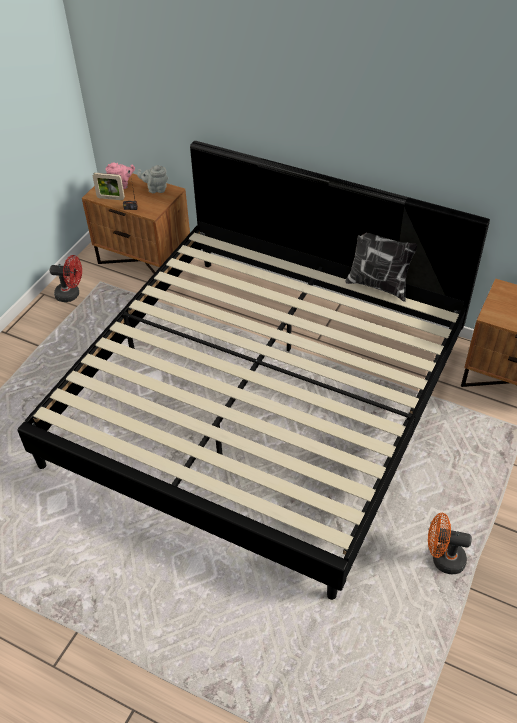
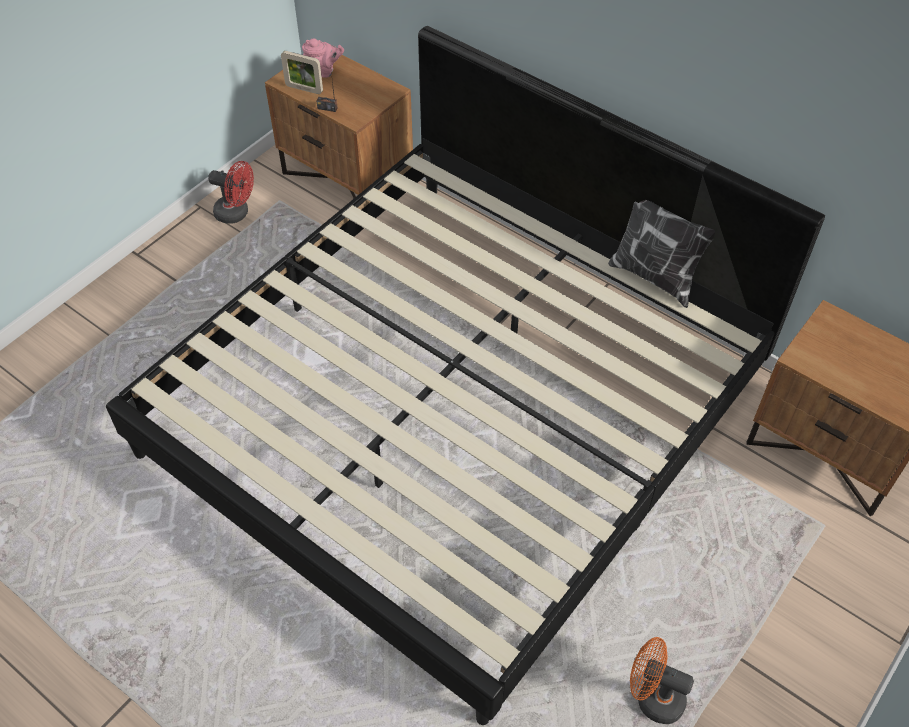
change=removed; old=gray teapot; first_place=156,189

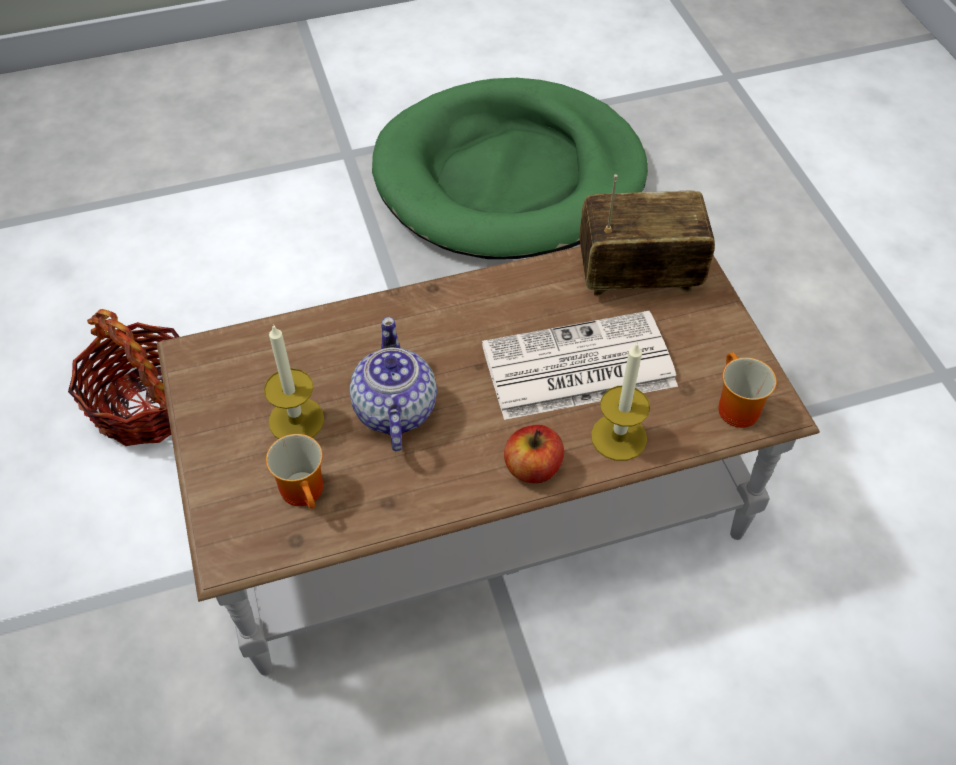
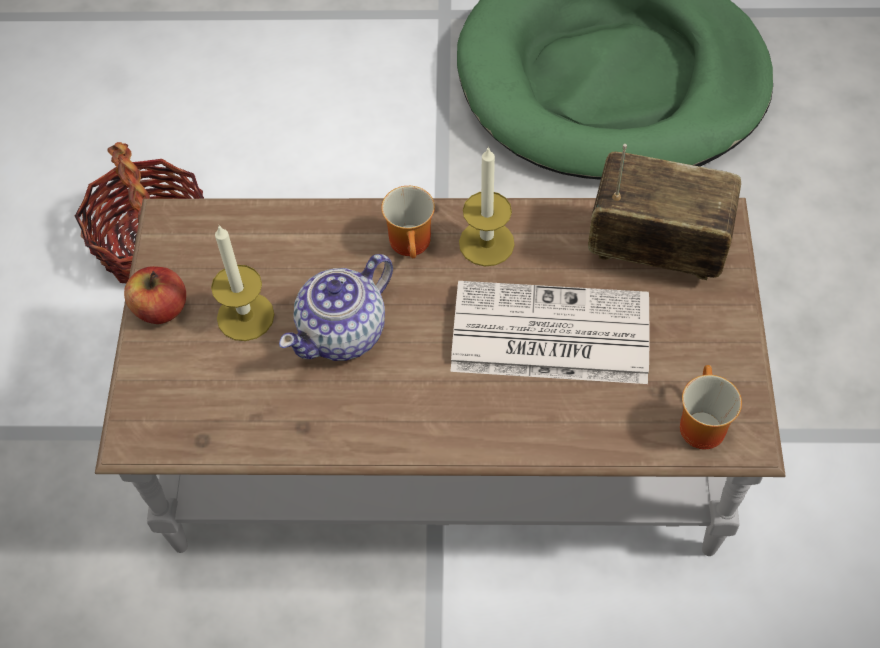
change=moved; old=whole apple; first_place=533,468; second_place=161,309
change=turned; old=teapot; first_place=394,410; second_place=344,332; degrees=-150
change=moved; old=coffee mug; first_place=307,491; second_place=414,244
change=moved; old=candle; first_place=618,437; second_place=486,243

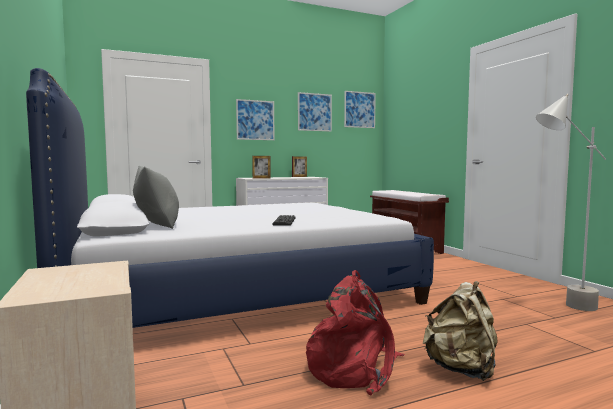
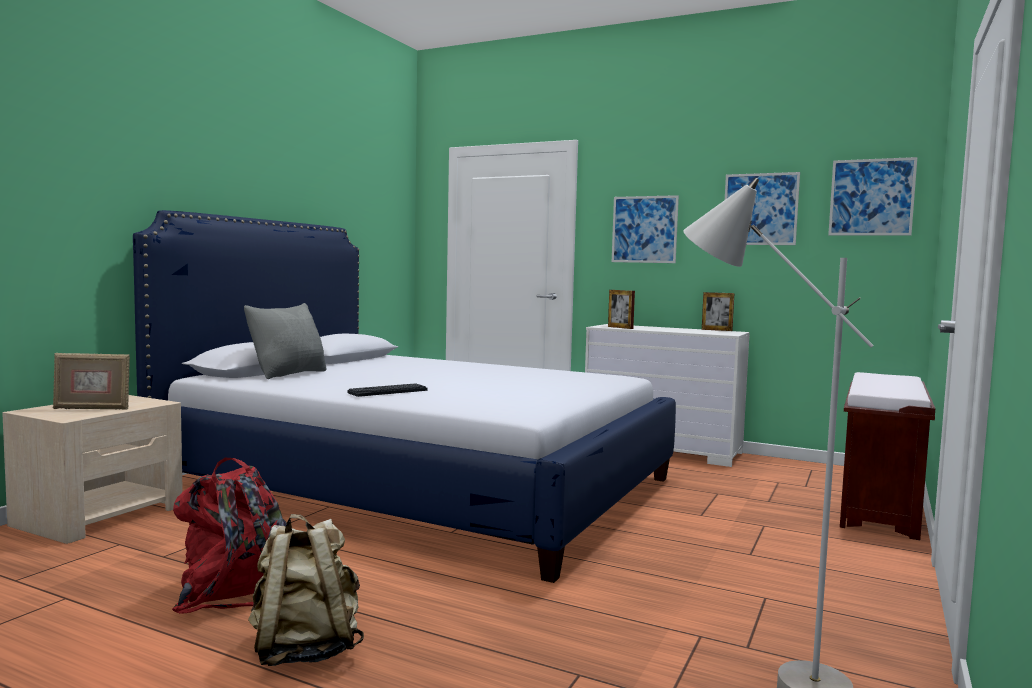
change=added; new=picture frame; second_place=92,408

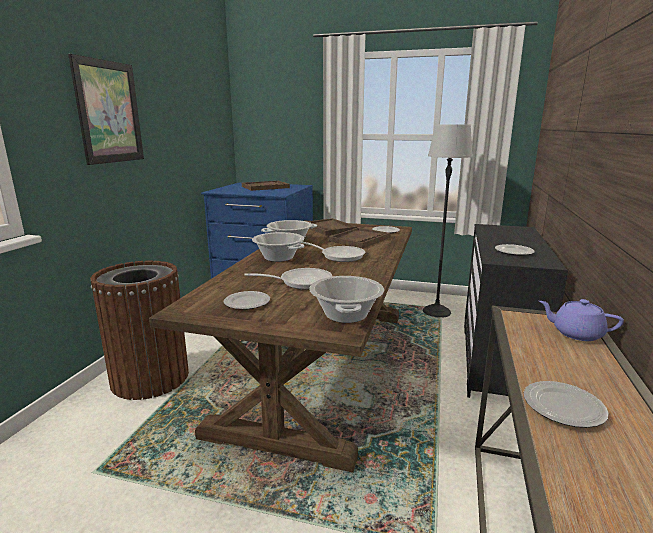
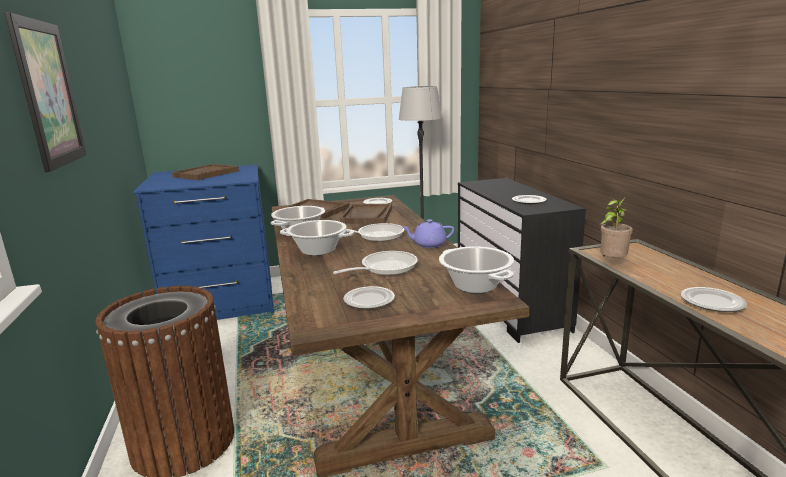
change=moved; old=purple teapot; first_place=576,333; second_place=428,244
change=added; new=potted plant; second_place=612,262

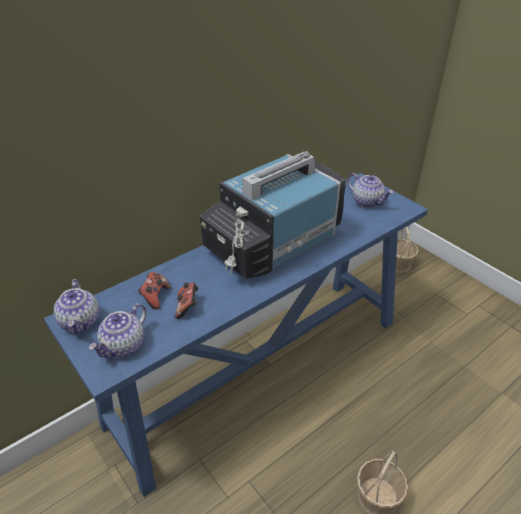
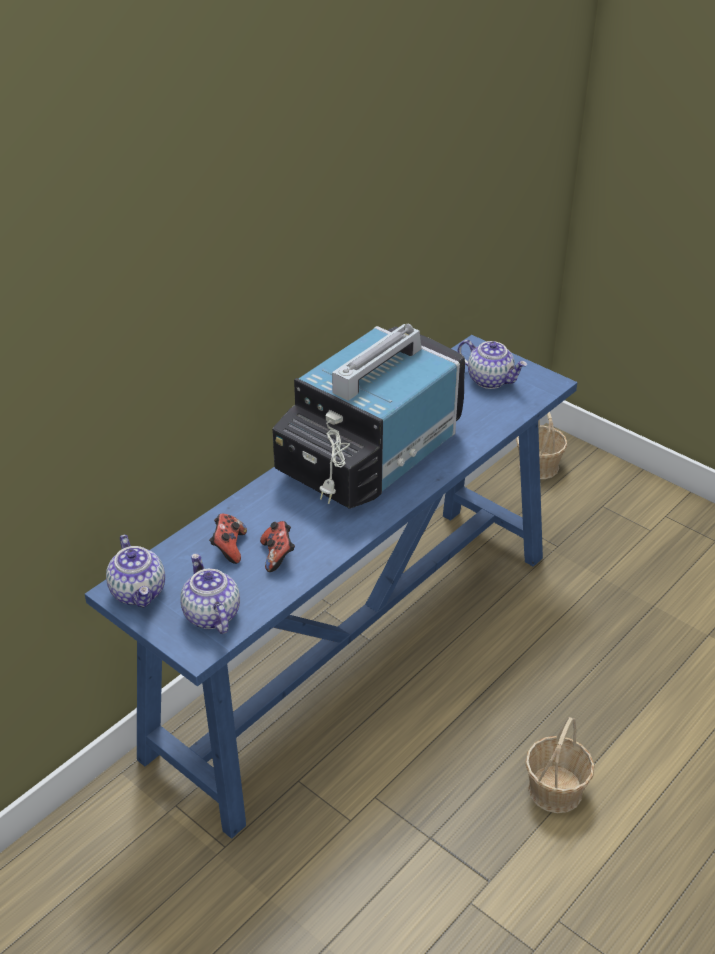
change=turned; old=teapot; first_place=123,346; second_place=210,614; degrees=135

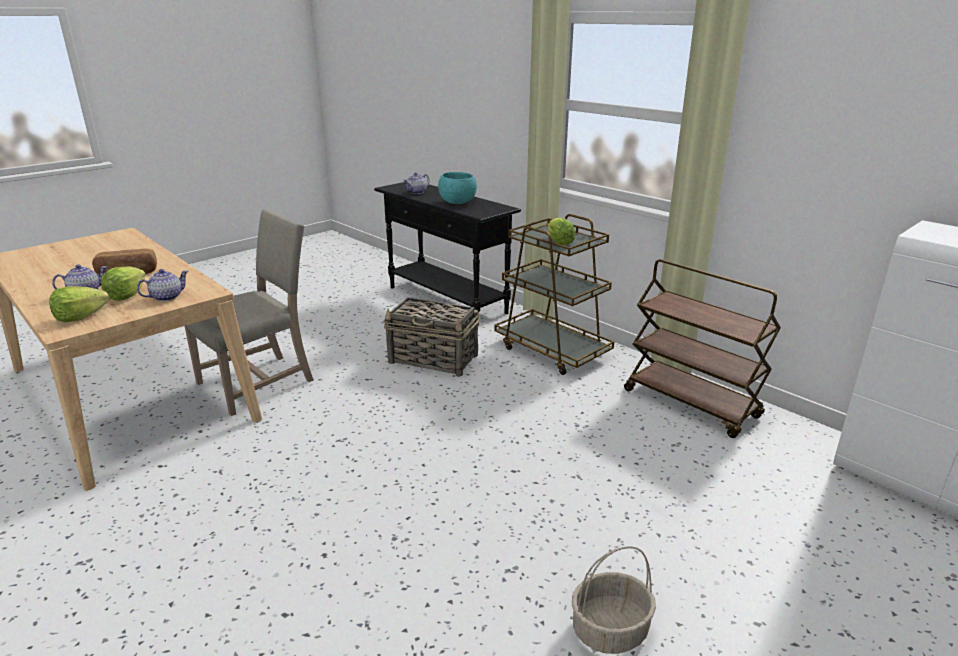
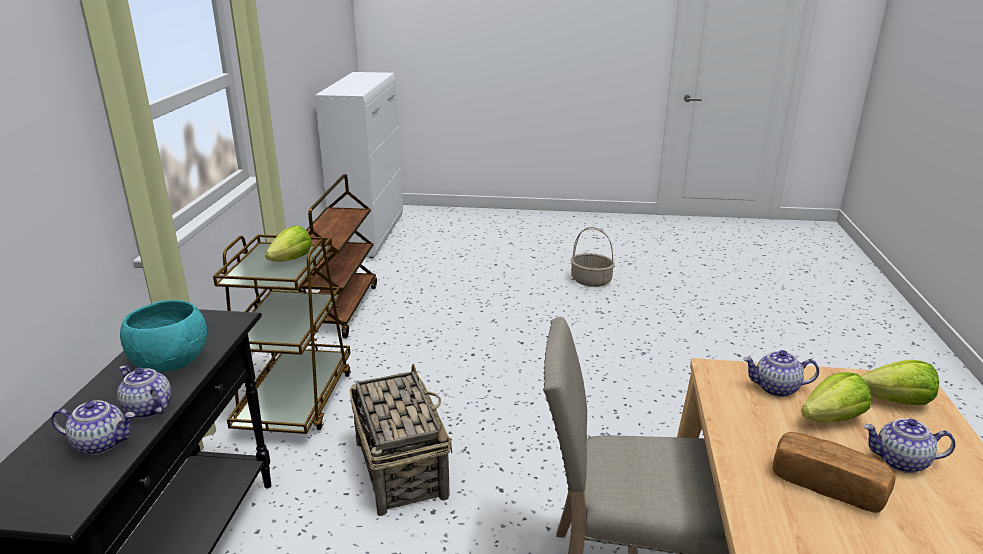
change=added; new=teapot; second_place=147,409

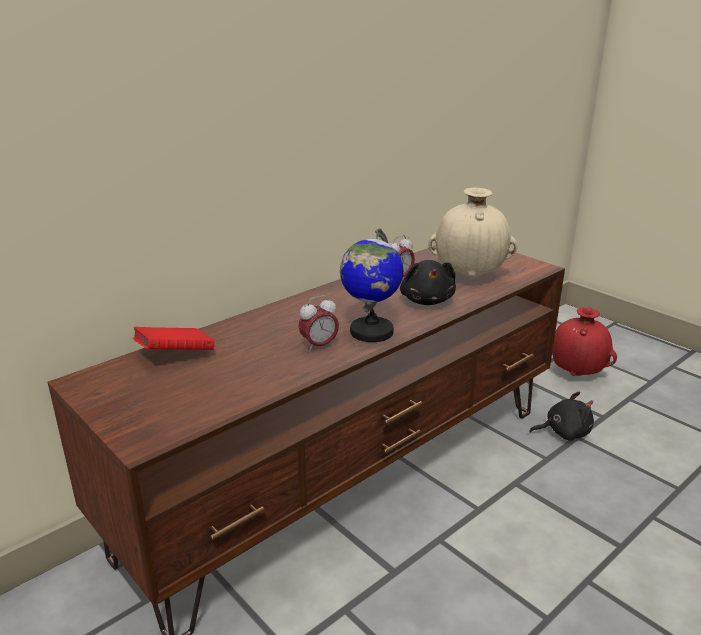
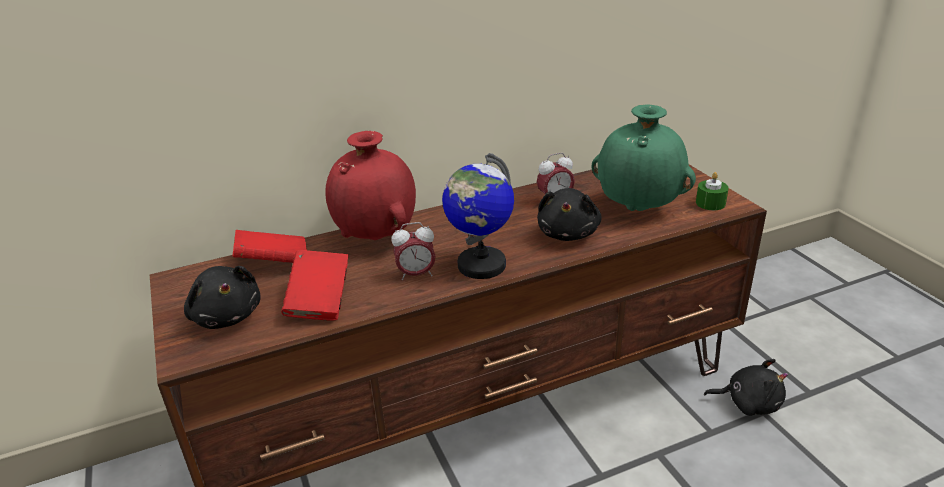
change=added; new=black-coloured plush toy; second_place=227,316
change=added; new=reddish book; second_place=320,301
change=moved; old=reddish vase; first_place=577,374; second_place=377,237
change=recoloured; old=beige vase; new=green vase; first_place=470,277; second_place=639,208
change=added; new=green candle; second_place=710,203

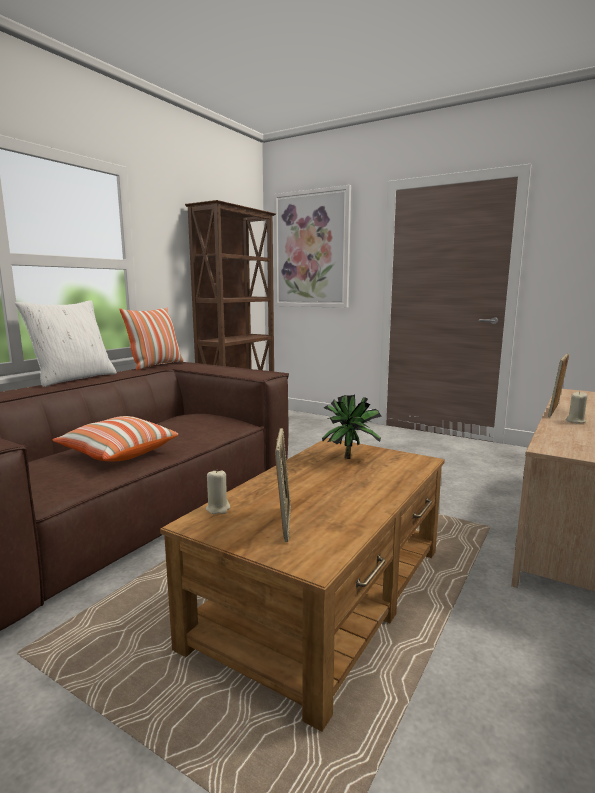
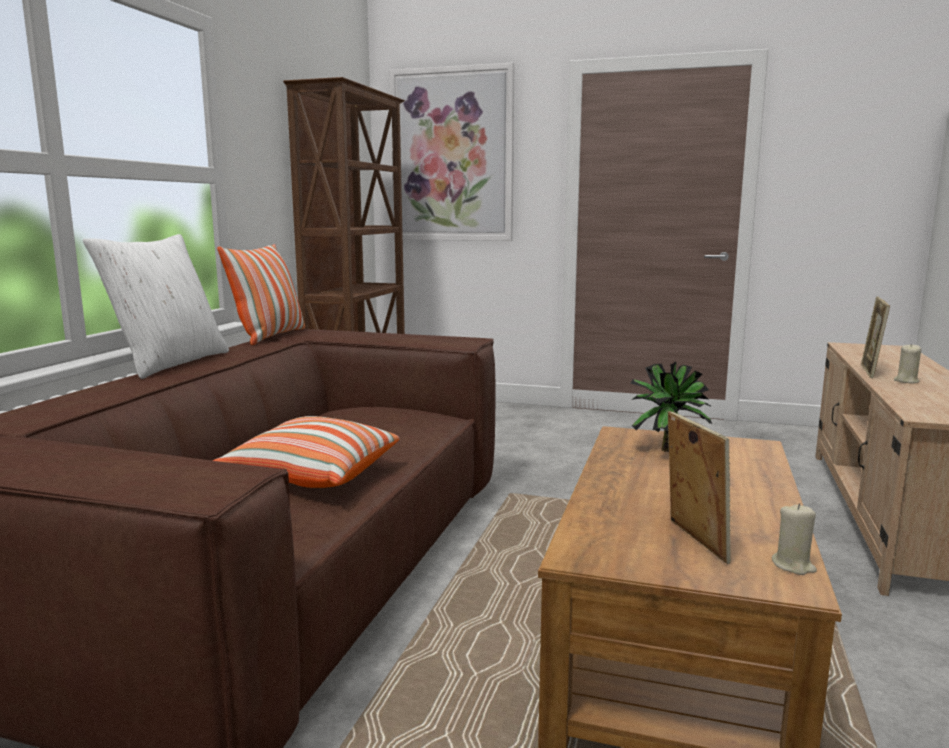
change=moved; old=beige candle; first_place=218,508; second_place=793,565

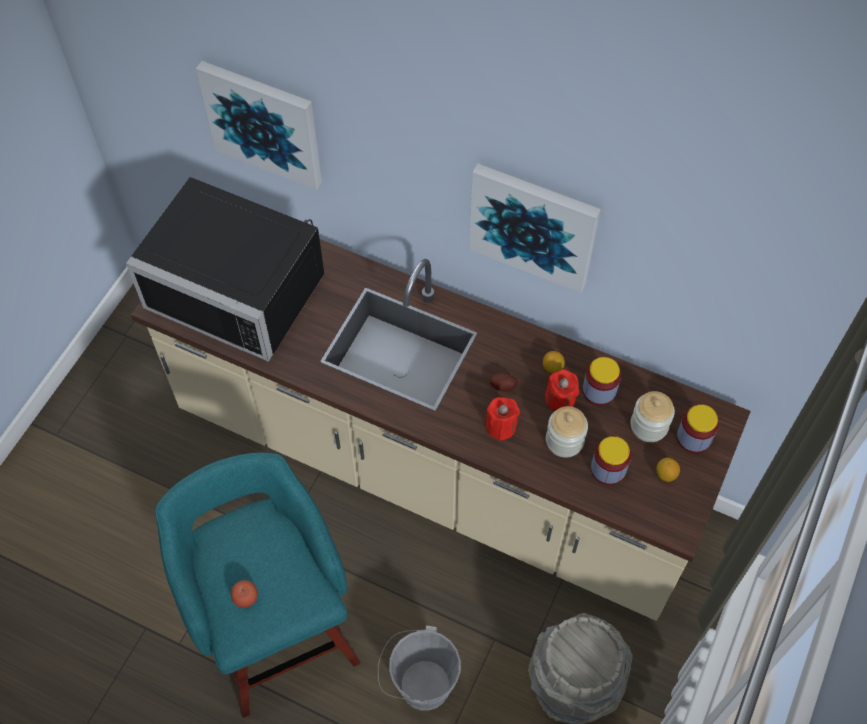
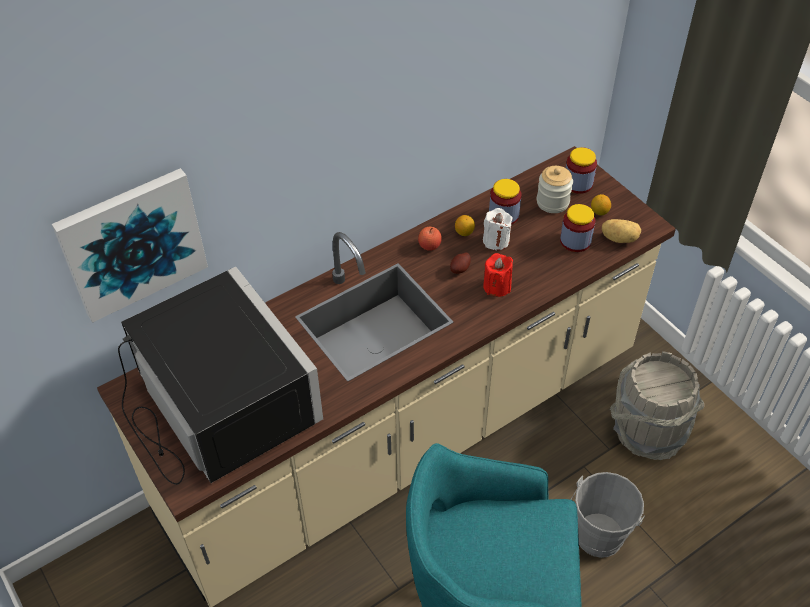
change=turned; old=black-coloured microwave; first_place=243,284; second_place=217,405; degrees=-90
change=moved; old=whole apple; first_place=246,597; second_place=429,245
change=recoloured; old=reddish candle; new=white candle; first_place=560,399; second_place=496,241
change=added; new=potato; second_place=619,238
change=removed; old=wall picture; first_place=533,226
change=removed; old=storage jar; first_place=564,441

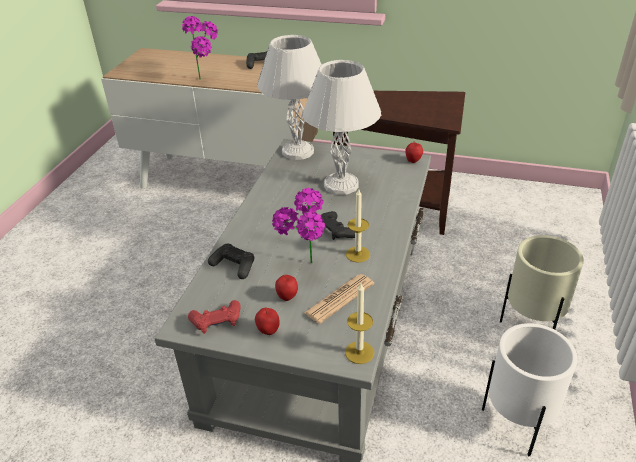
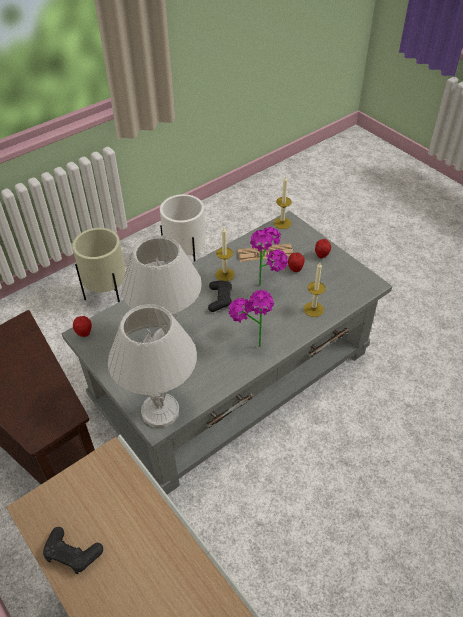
change=moved; old=potted plant; first_place=208,79; second_place=252,341
change=replaced; old=black-coloured gamepad; new=candle; first_place=234,266; second_place=313,309
change=removed; old=reddish gamepad; first_place=217,322

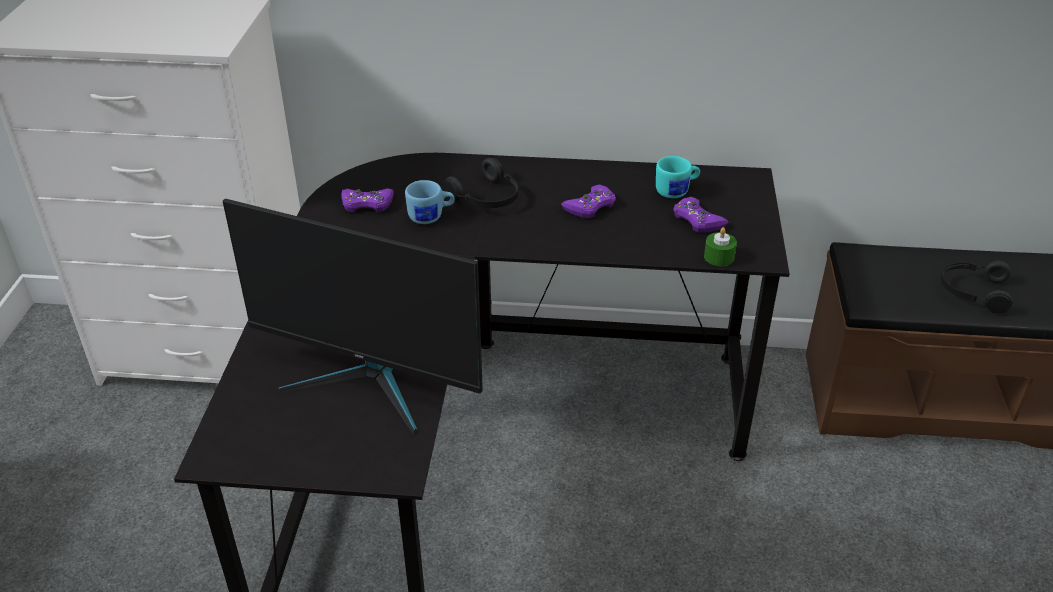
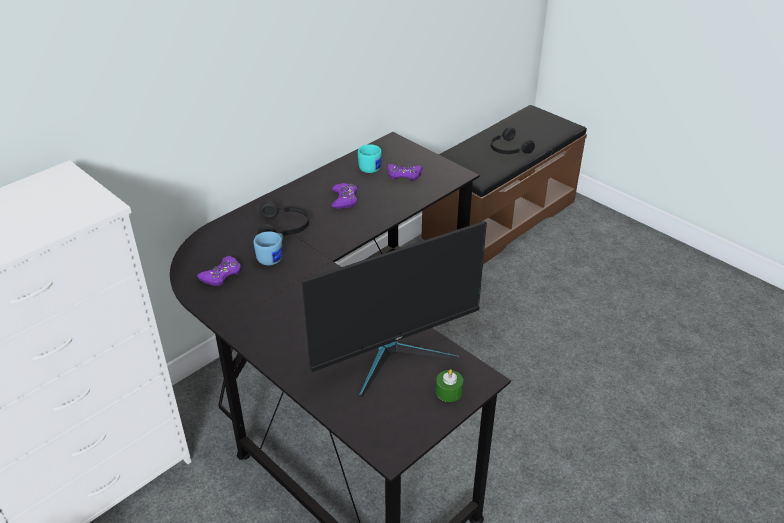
change=moved; old=green candle; first_place=719,257; second_place=449,391

